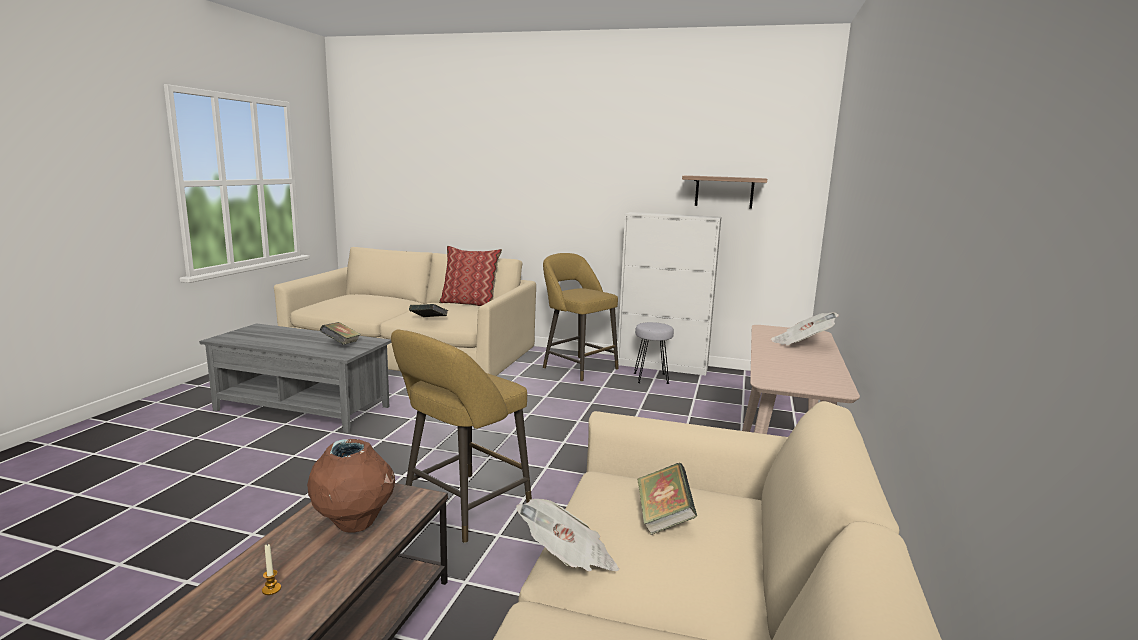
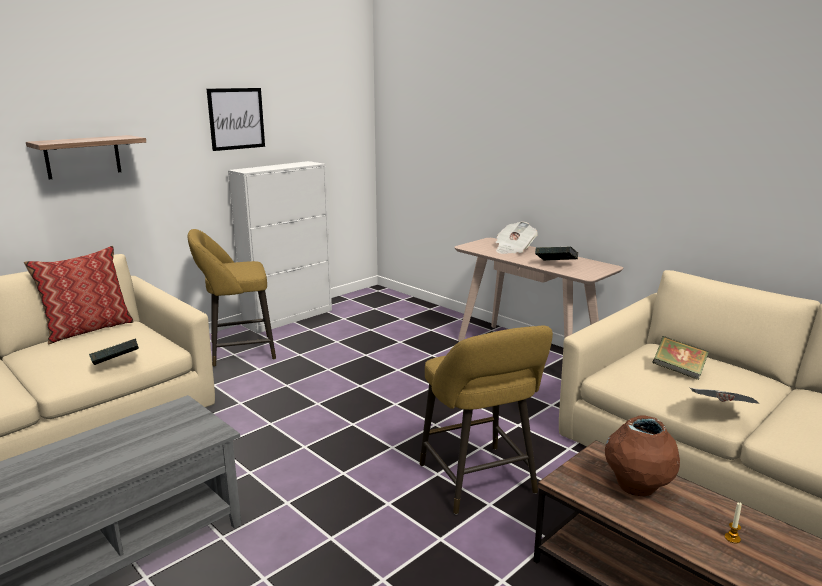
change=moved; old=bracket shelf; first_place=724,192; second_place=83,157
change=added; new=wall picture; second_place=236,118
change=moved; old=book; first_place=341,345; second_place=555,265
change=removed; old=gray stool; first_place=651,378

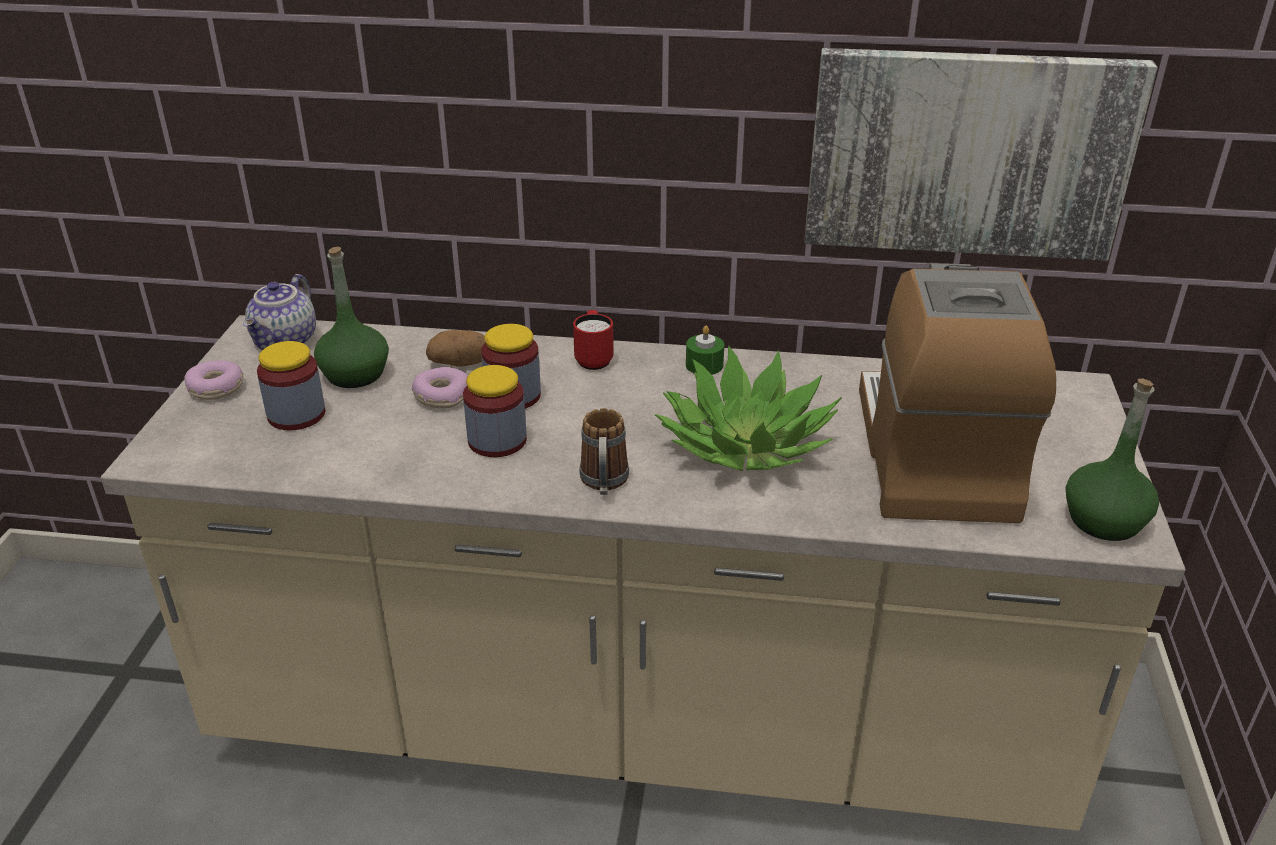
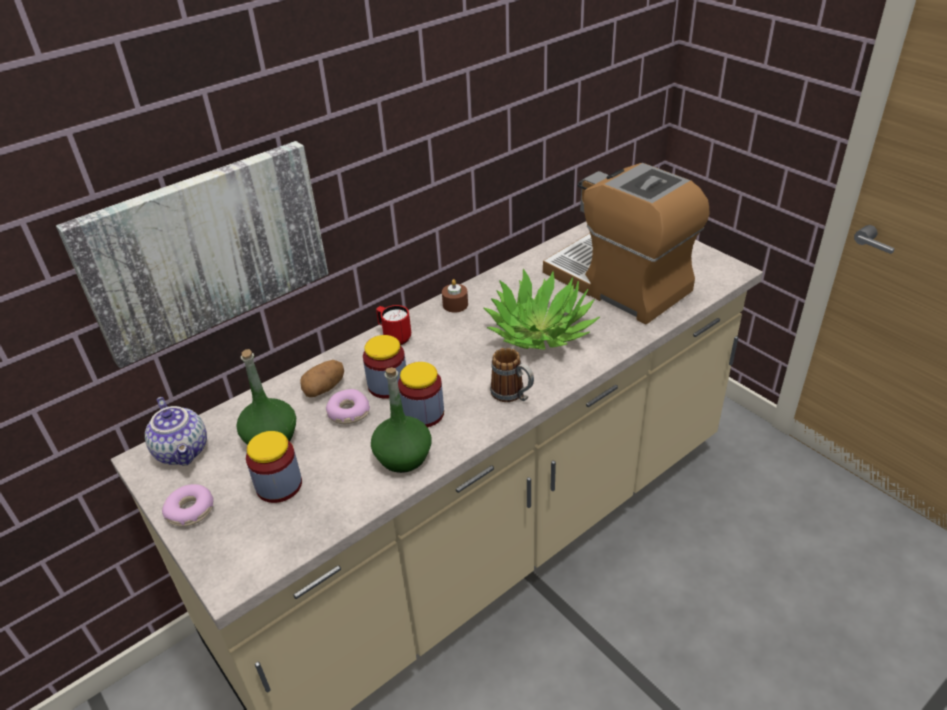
change=moved; old=wall picture; first_place=967,153; second_place=206,249
change=moved; old=green bottle; first_place=1104,520; second_place=403,456
change=recoloured; old=green candle; new=brown candle; first_place=704,365; second_place=455,304

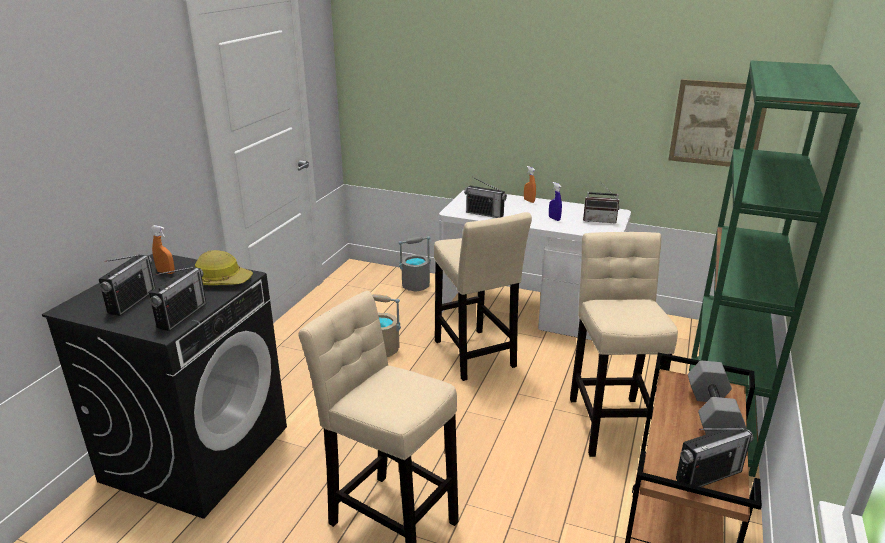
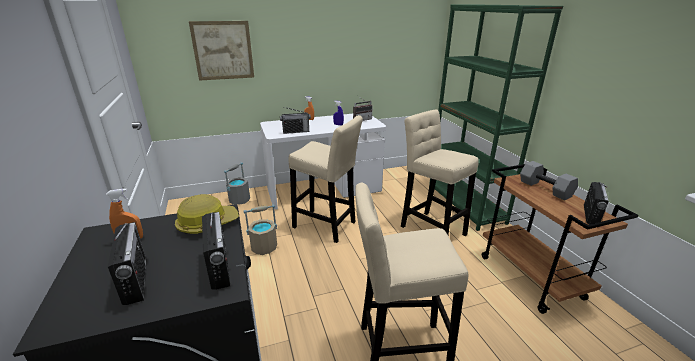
change=moved; old=wall picture; first_place=717,124; second_place=223,50

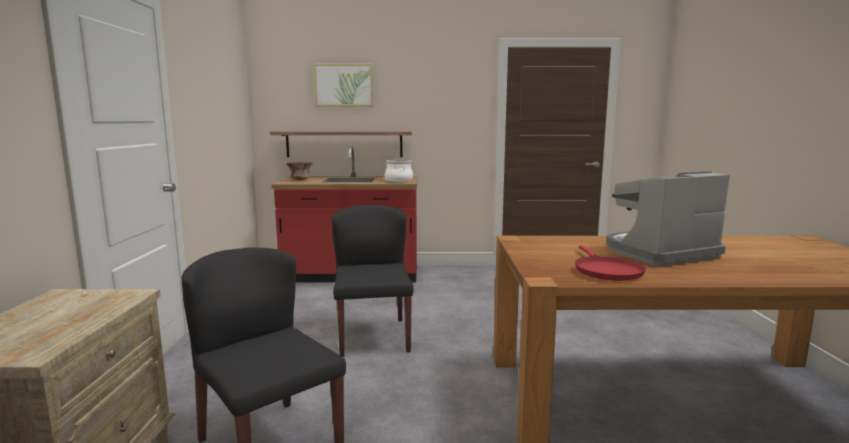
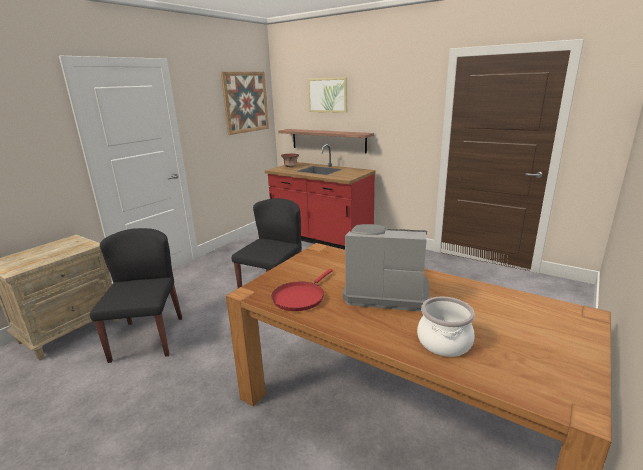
change=added; new=wall picture; second_place=246,102
change=moved; old=stockpot; first_place=398,181; second_place=443,342

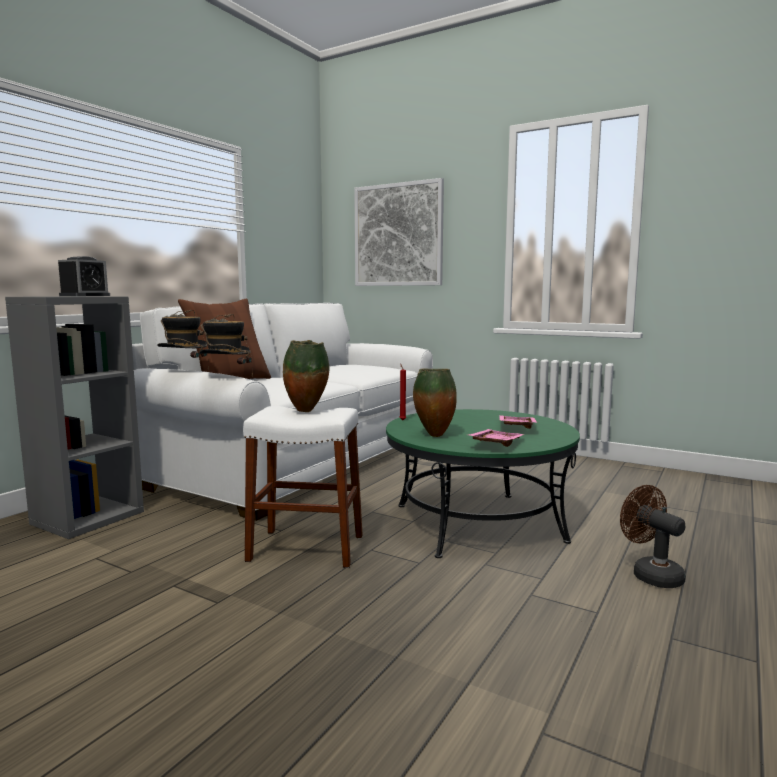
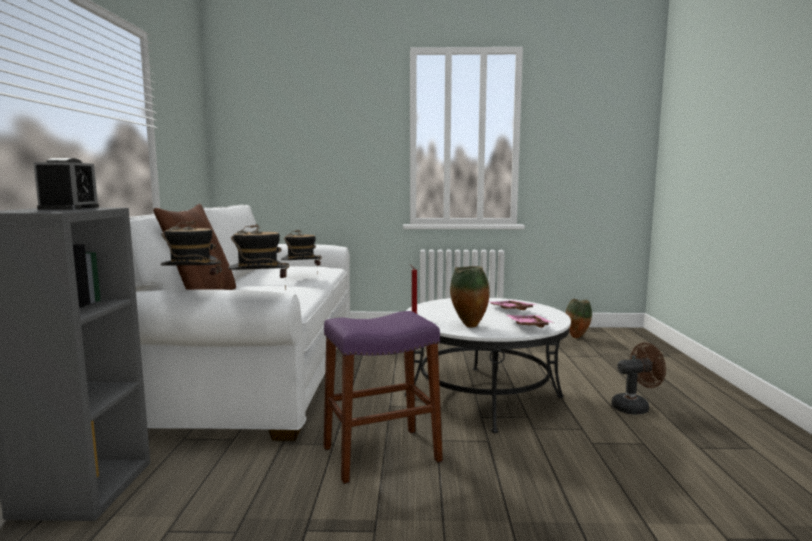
change=added; new=clothing hat; second_place=301,277
change=recoloured; old=white stool; new=purple stool; first_place=306,548; second_place=381,454
change=recoloured; old=green low table; new=white low table; first_place=477,522; second_place=483,396
change=moved; old=vase; first_place=307,411; second_place=577,337
change=turned; old=brown cooling fan; first_place=650,574; second_place=635,407; degrees=135
change=removed; old=wall picture; first_place=398,235

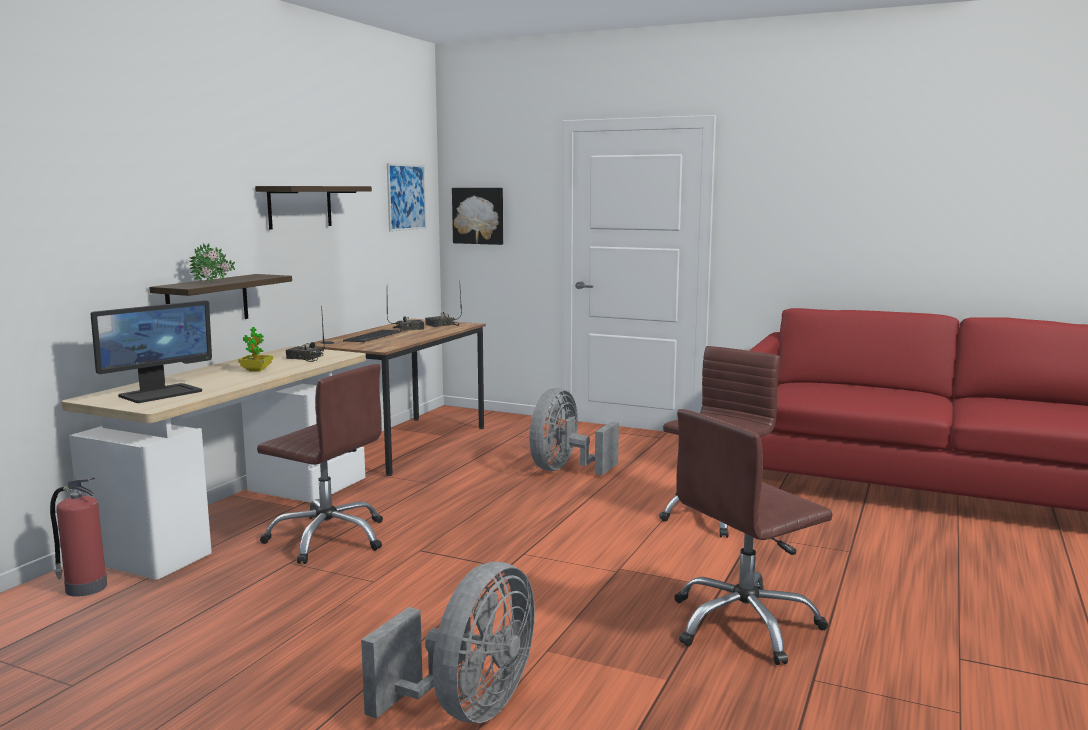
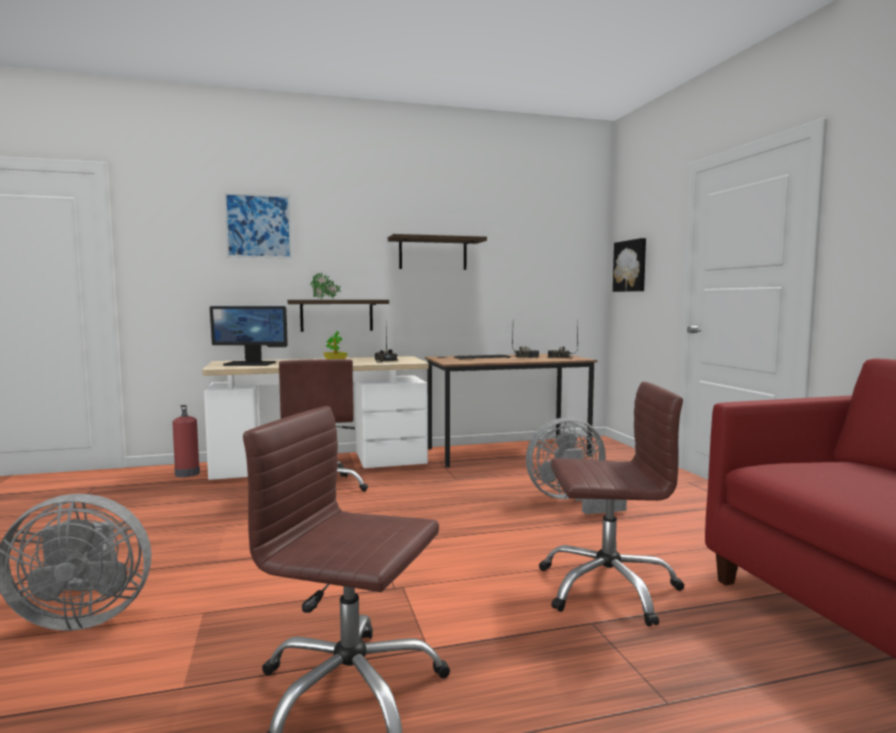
change=moved; old=wall picture; first_place=406,197; second_place=258,226

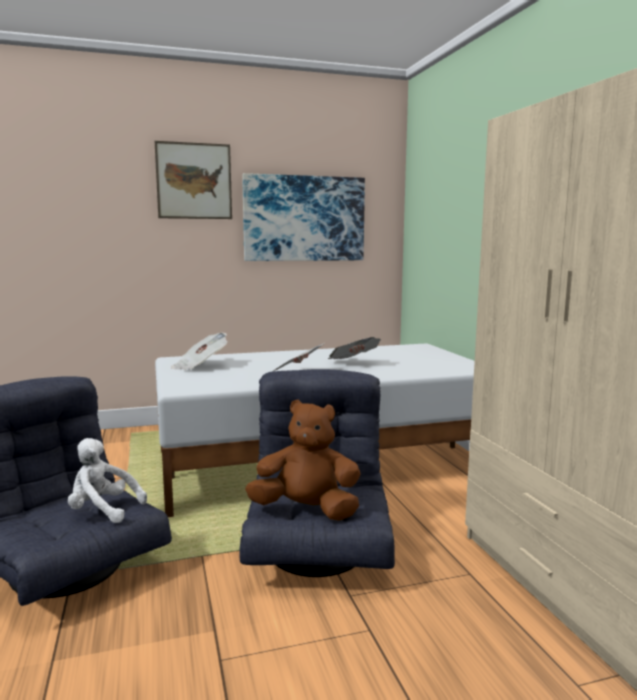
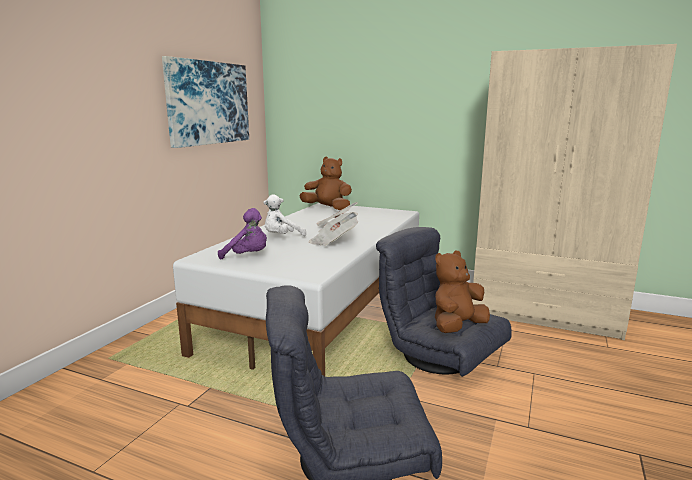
change=replaced; old=printed paper; new=purple plush toy; first_place=200,366; second_place=248,256
change=moved; old=white plush toy; first_place=103,510; second_place=282,237
change=added; new=brown plush toy; second_place=328,208
change=removed; old=wall picture; first_place=194,181

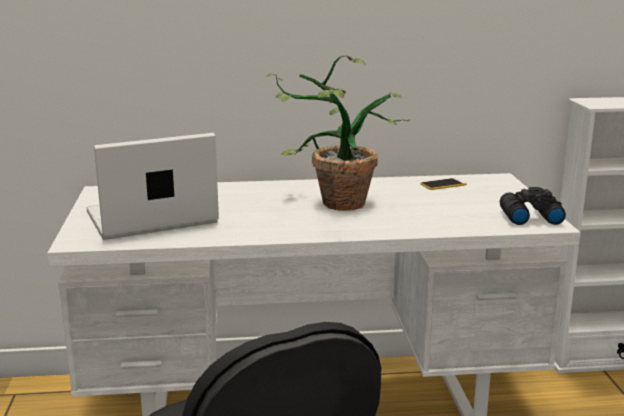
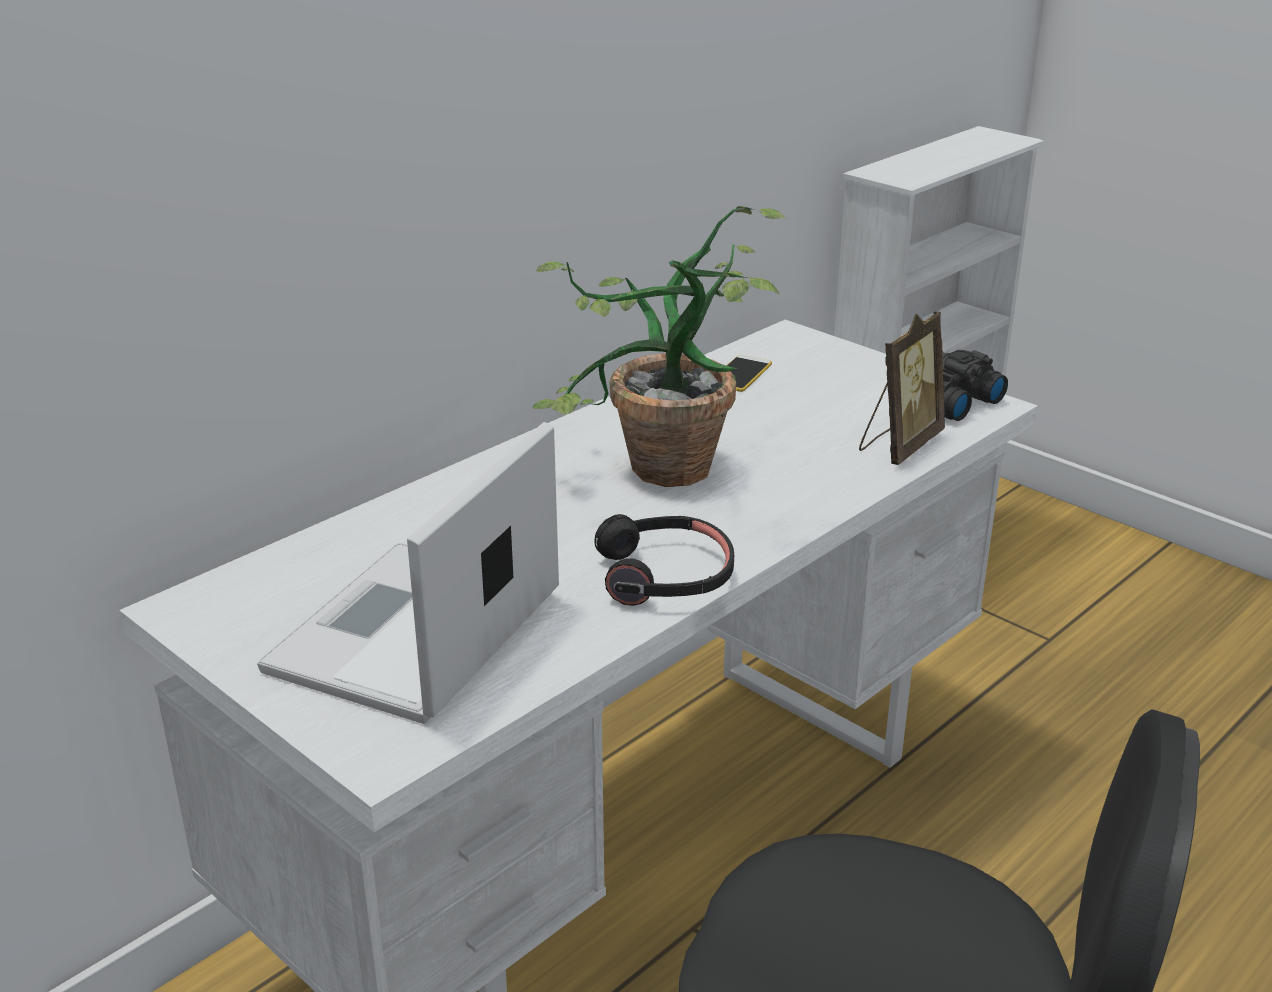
change=added; new=black-coloured headphones; second_place=665,575
change=added; new=picture frame; second_place=899,445

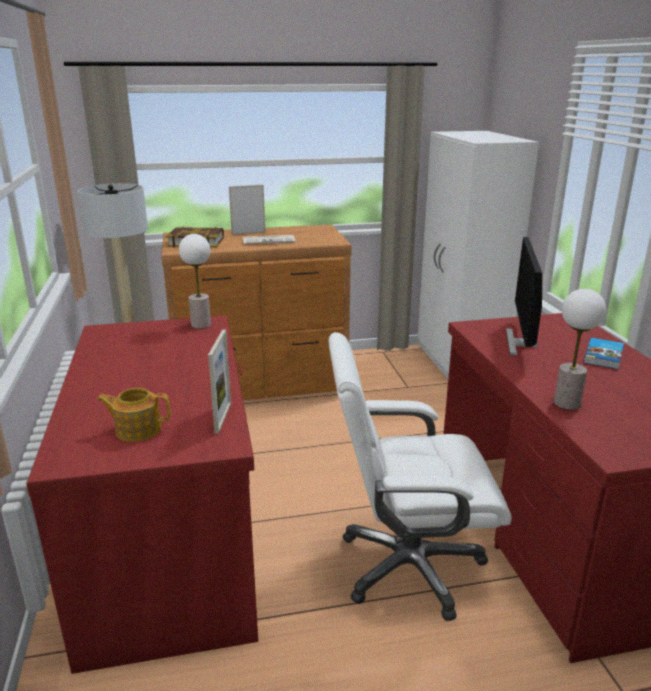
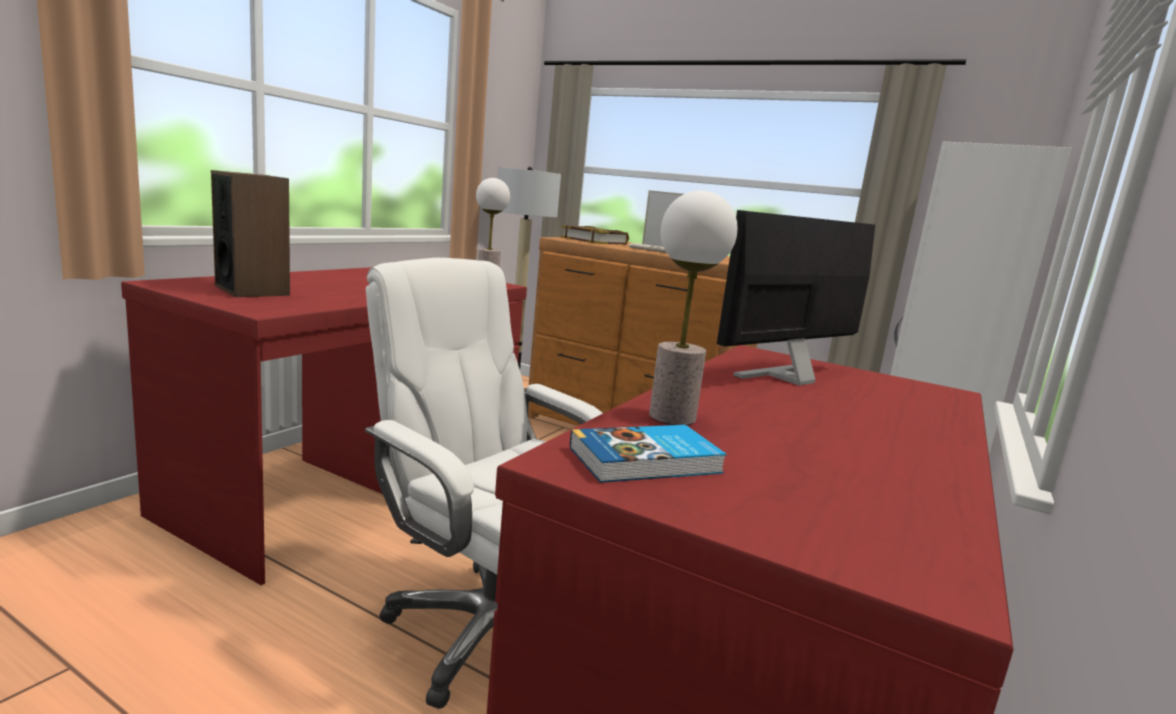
change=replaced; old=teapot; new=speaker; first_place=137,429; second_place=252,290
change=moved; old=book; first_place=604,356; second_place=647,461
change=removed; old=picture frame; first_place=223,417

